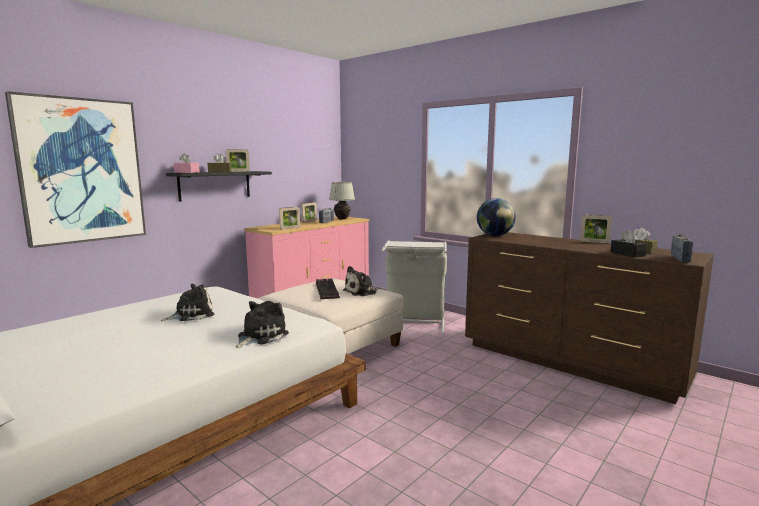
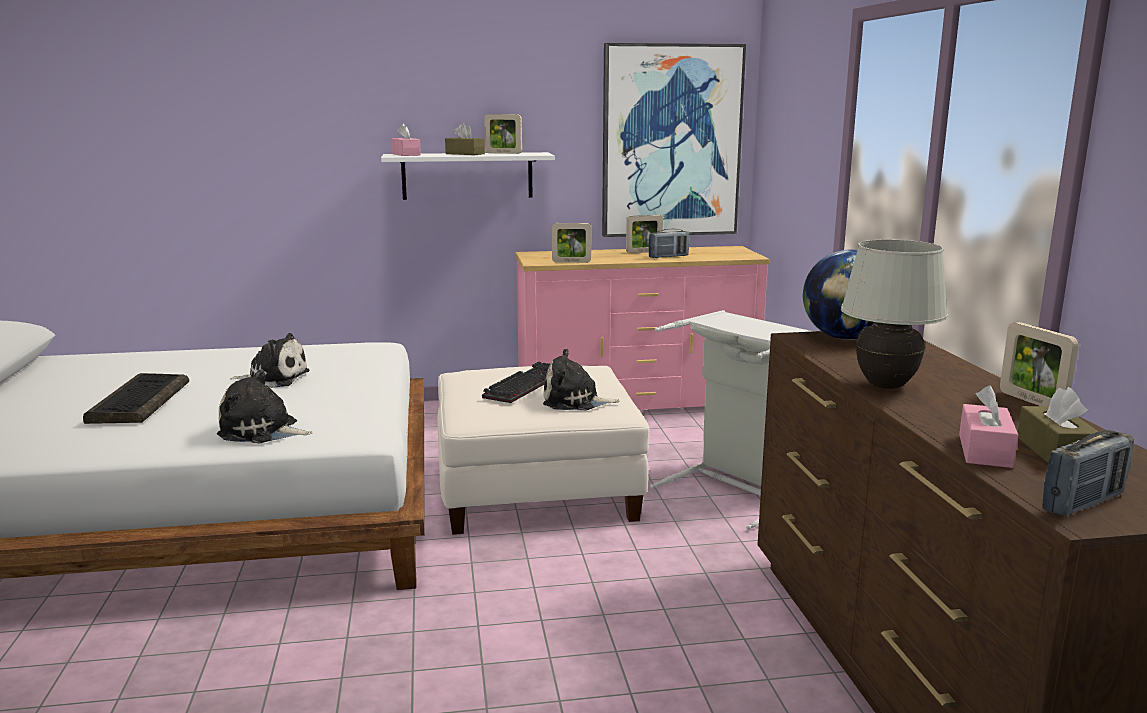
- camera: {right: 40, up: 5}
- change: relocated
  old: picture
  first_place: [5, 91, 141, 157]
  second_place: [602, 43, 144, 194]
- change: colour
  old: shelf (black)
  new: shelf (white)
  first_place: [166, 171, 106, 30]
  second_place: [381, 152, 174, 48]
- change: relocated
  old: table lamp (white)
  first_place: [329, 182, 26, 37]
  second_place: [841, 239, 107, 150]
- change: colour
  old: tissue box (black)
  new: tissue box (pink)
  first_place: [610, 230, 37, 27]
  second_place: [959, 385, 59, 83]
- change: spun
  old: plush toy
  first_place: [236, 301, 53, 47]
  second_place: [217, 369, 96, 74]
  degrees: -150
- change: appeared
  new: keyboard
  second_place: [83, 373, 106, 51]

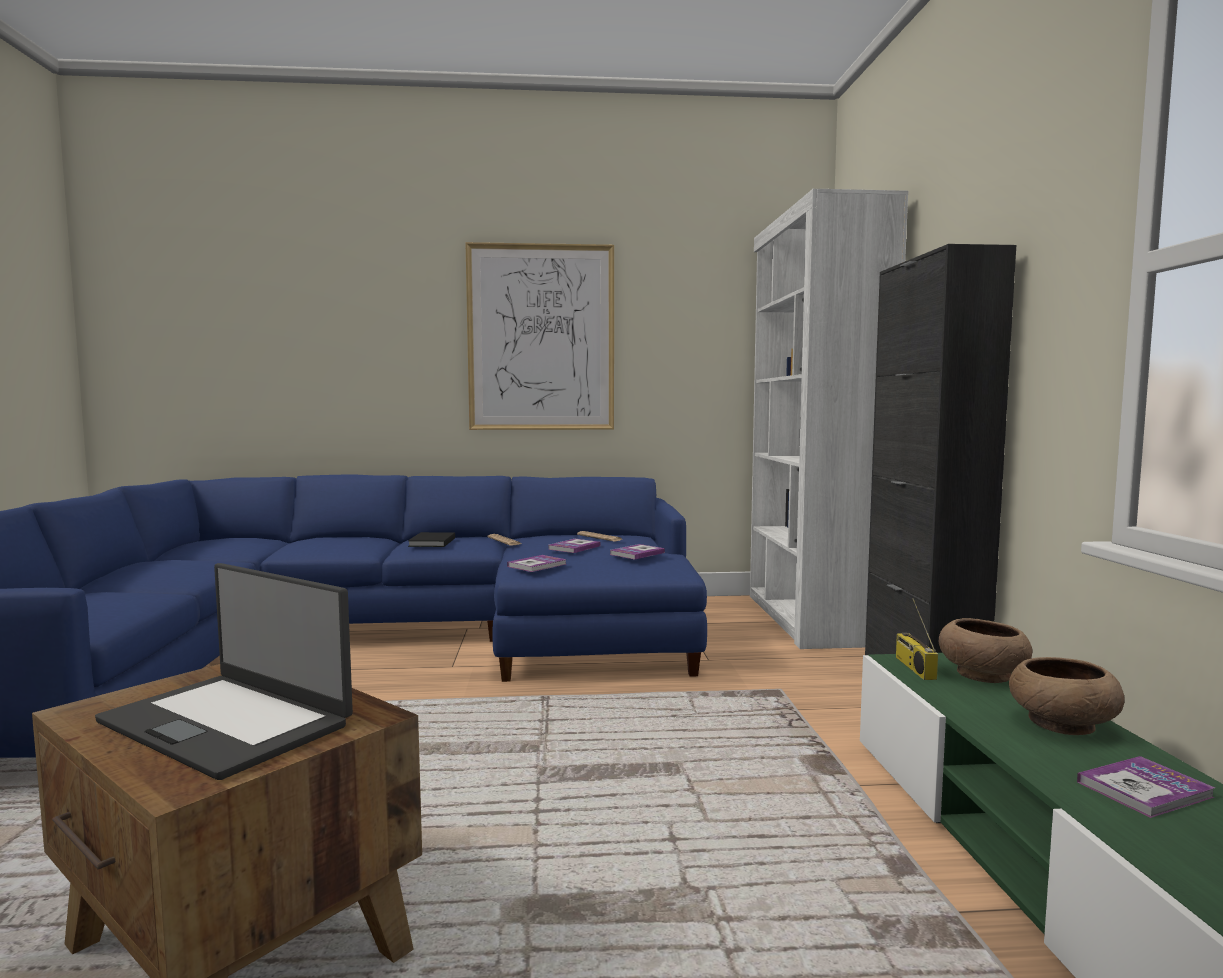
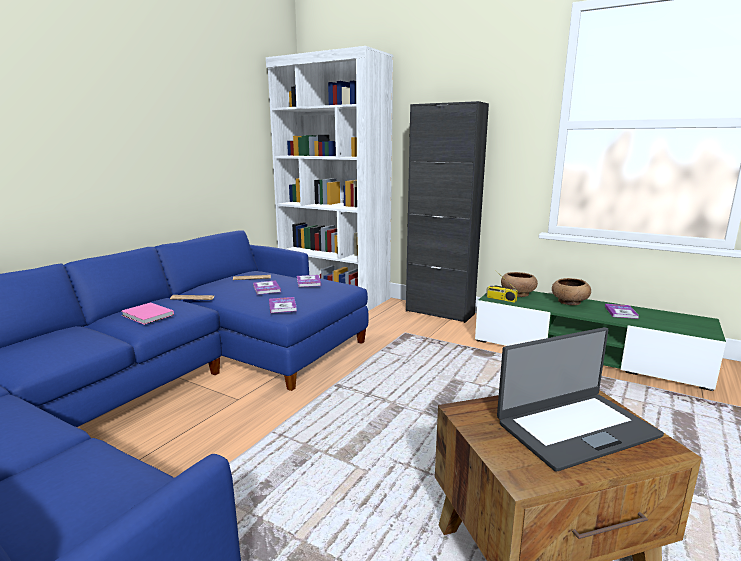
- camera: {right: -55, up: 10}
- change: missing
  old: picture
  first_place: [465, 242, 149, 188]
- change: colour
  old: book (black)
  new: book (pink)
  first_place: [408, 532, 47, 15]
  second_place: [122, 302, 52, 23]

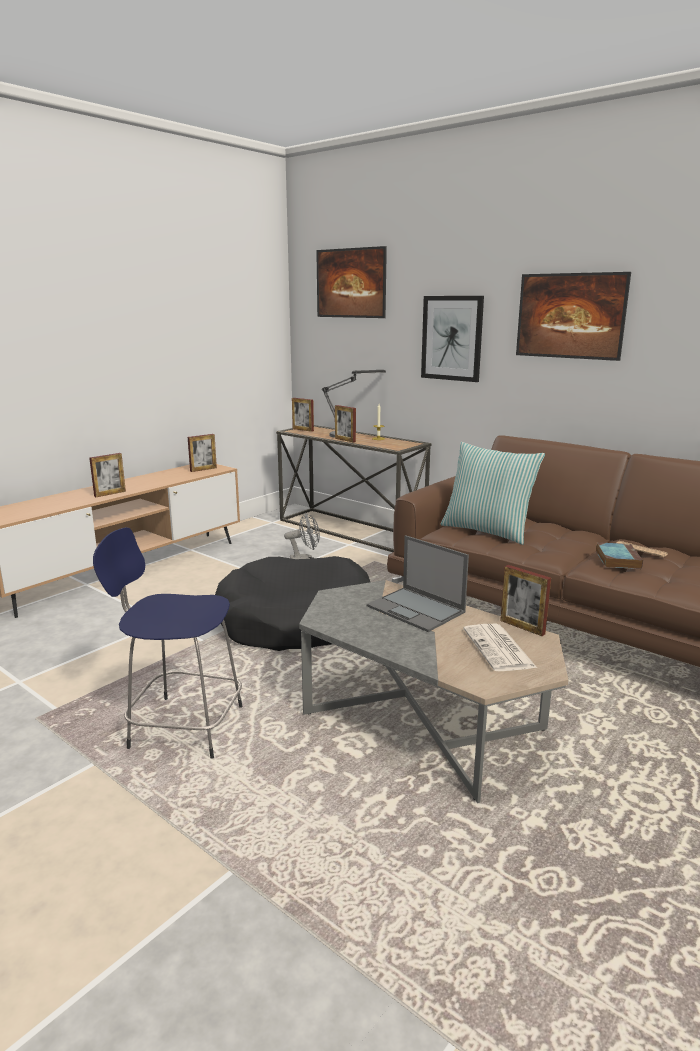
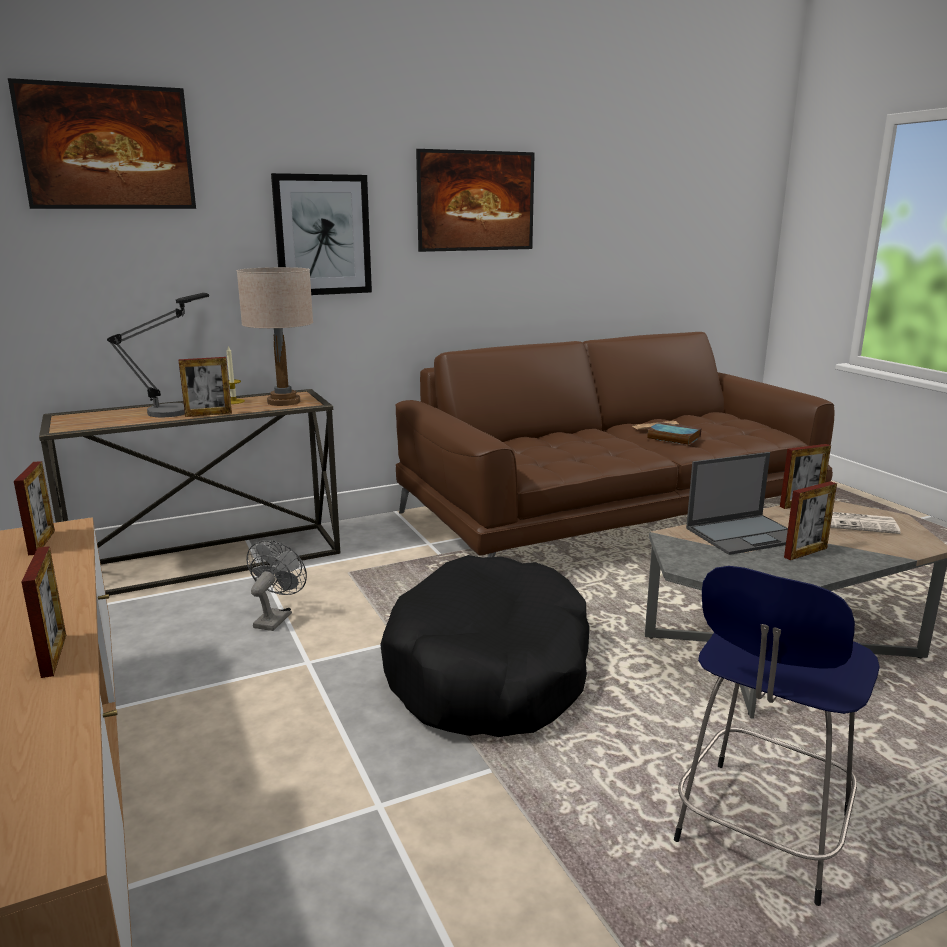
- camera: {right: -65, up: 0}
- change: relocated
  old: picture frame
  first_place: [292, 398, 22, 34]
  second_place: [784, 481, 53, 79]
- change: missing
  old: pillow
  first_place: [441, 442, 104, 103]
- change: appeared
  new: table lamp (beige)
  second_place: [237, 267, 76, 139]

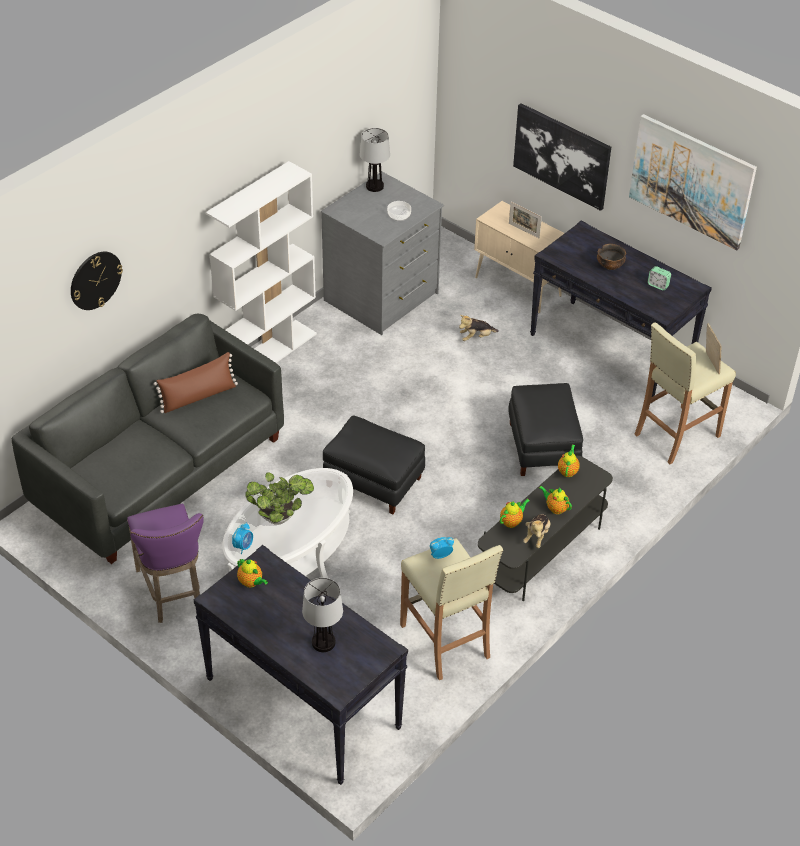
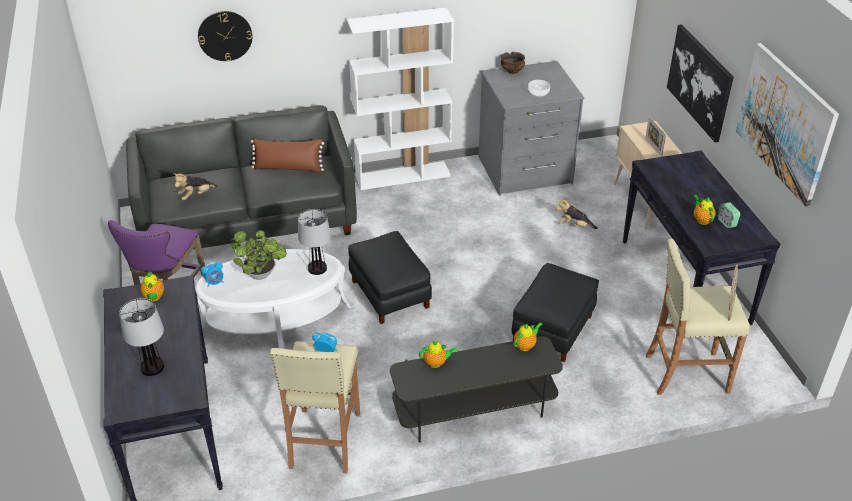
- camera: {right: 35, up: -5}
- change: relocated
  old: table lamp
  first_place: [360, 128, 30, 64]
  second_place: [298, 209, 33, 66]
- change: relocated
  old: bowl
  first_place: [597, 244, 29, 26]
  second_place: [501, 52, 24, 22]
- change: relocated
  old: teapot
  first_place: [539, 486, 33, 28]
  second_place: [694, 195, 22, 30]
- change: relocated
  old: plush toy
  first_place: [523, 514, 27, 34]
  second_place: [173, 173, 45, 27]

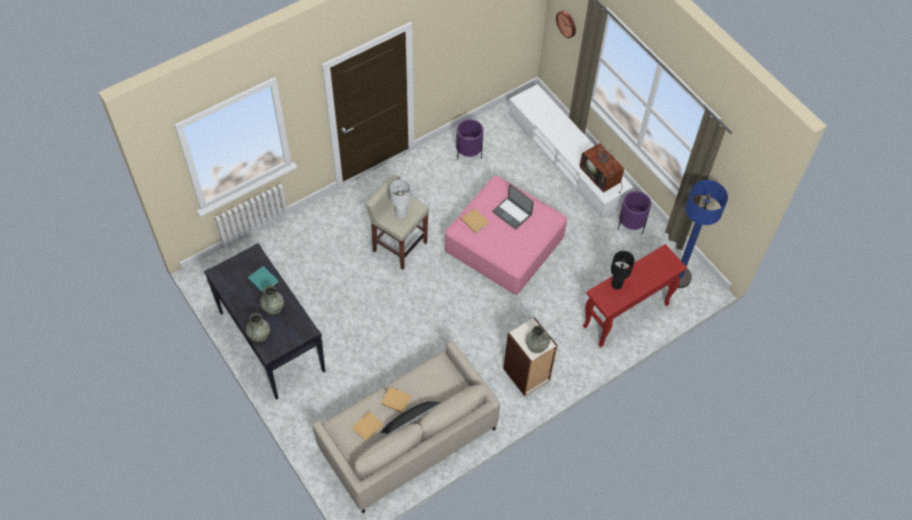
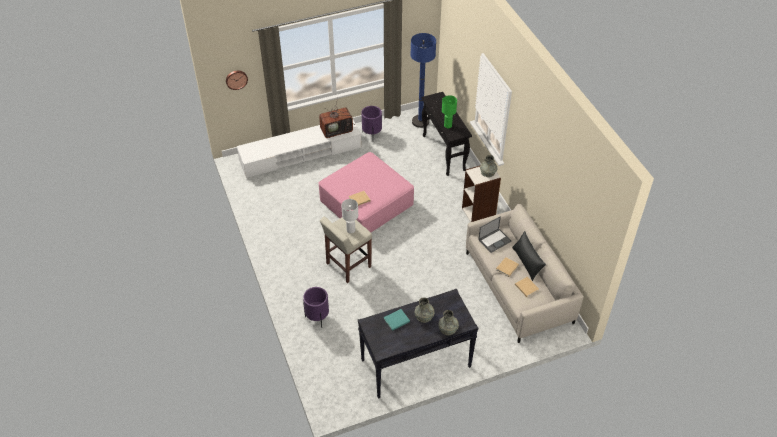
- camera: {right: -75, up: -10}
- change: relocated
  old: planter (purple)
  first_place: [456, 119, 28, 41]
  second_place: [303, 287, 26, 41]
- change: relocated
  old: laptop
  first_place: [492, 184, 42, 46]
  second_place: [478, 216, 34, 37]
- change: colour
  old: console table (red)
  new: console table (black)
  first_place: [583, 244, 104, 103]
  second_place: [421, 92, 51, 84]
- change: colour
  old: table lamp (black)
  new: table lamp (green)
  first_place: [611, 251, 24, 38]
  second_place: [442, 95, 15, 33]

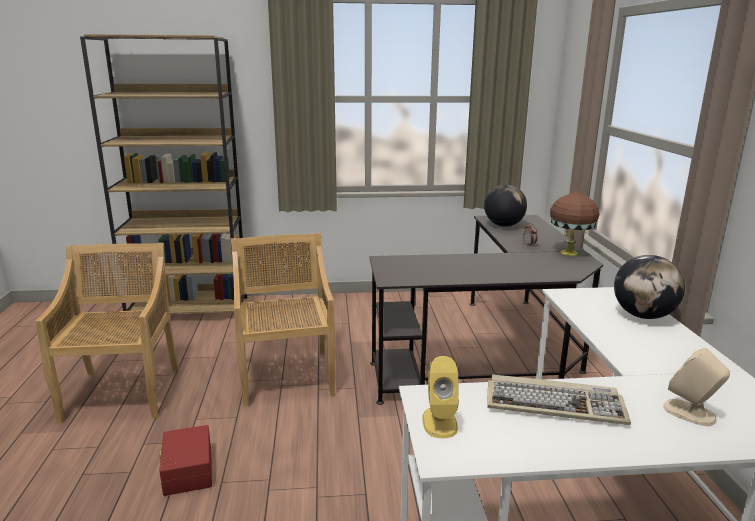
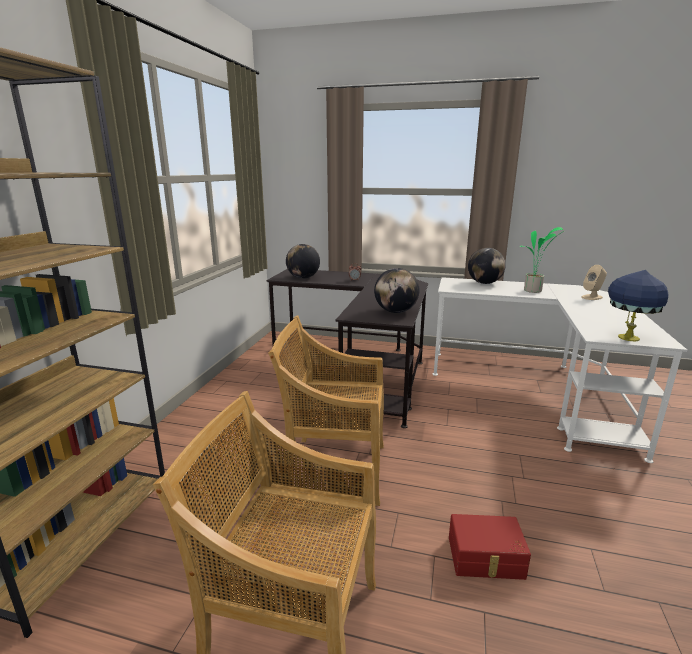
- camera: {right: -70, up: 0}
- change: missing
  old: table lamp (brown)
  first_place: [550, 191, 50, 65]
- change: exchanged
  old: speaker (yellow)
  new: table lamp (blue)
  first_place: [422, 356, 37, 82]
  second_place: [608, 270, 60, 71]
- change: missing
  old: keyboard
  first_place: [487, 375, 144, 50]
- change: appeared
  new: potted plant
  second_place: [519, 227, 45, 66]
- change: appeared
  new: globe
  second_place: [374, 268, 46, 45]

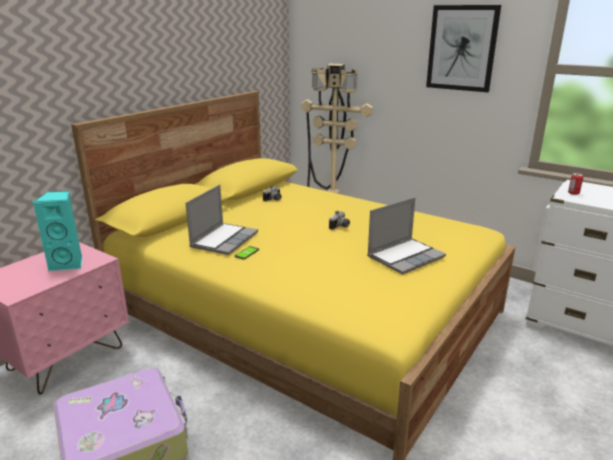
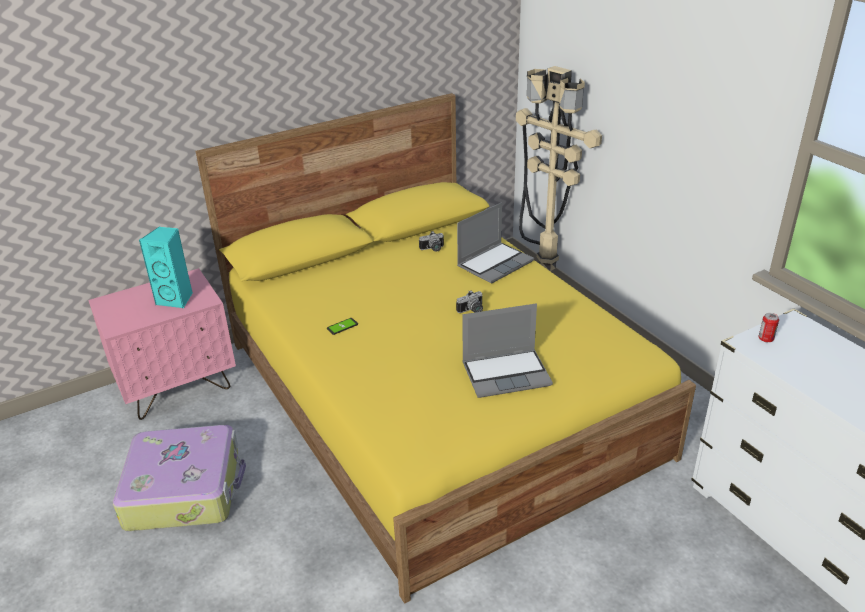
- camera: {right: 25, up: 10}
- change: missing
  old: picture
  first_place: [426, 5, 75, 87]
- change: relocated
  old: laptop
  first_place: [186, 185, 72, 70]
  second_place: [457, 202, 77, 82]

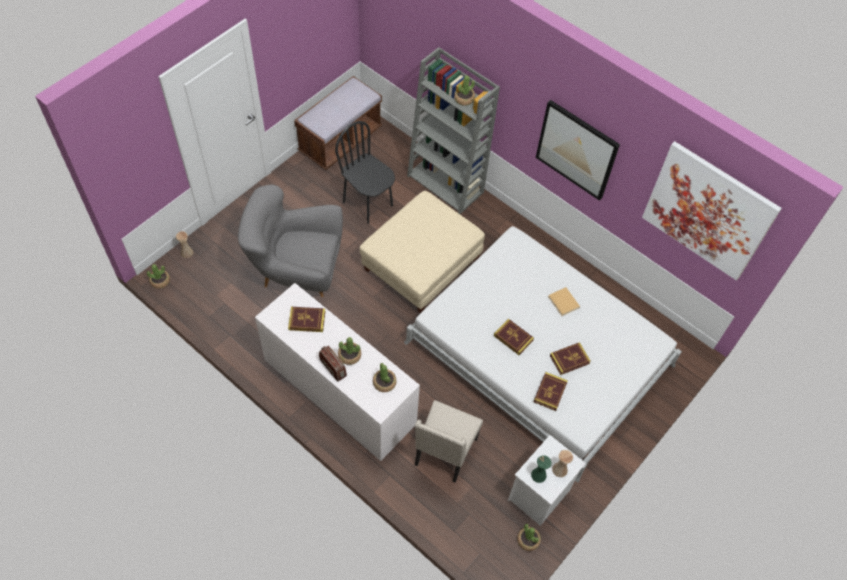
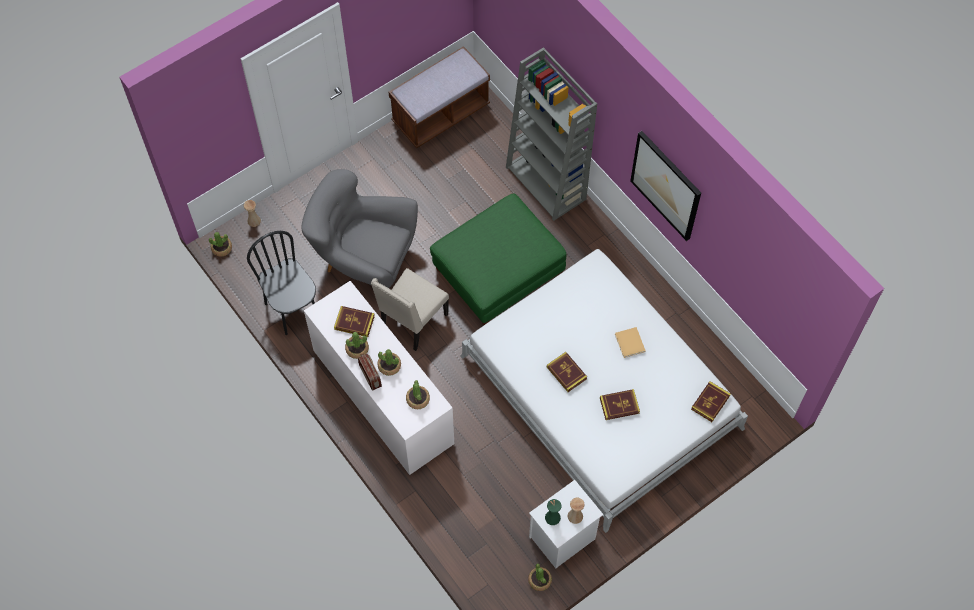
- camera: {right: 15, up: 5}
- change: relocated
  old: potted plant
  first_place: [454, 75, 21, 31]
  second_place: [345, 332, 24, 27]
- change: relocated
  old: chair (black)
  first_place: [335, 121, 60, 103]
  second_place: [247, 231, 69, 104]
- change: missing
  old: picture
  first_place: [642, 141, 140, 140]
- change: colour
  old: ottoman (beige)
  new: ottoman (green)
  first_place: [360, 191, 125, 122]
  second_place: [430, 193, 136, 132]
- change: relocated
  old: book
  first_place: [534, 372, 34, 39]
  second_place: [691, 381, 40, 41]
- change: relocated
  old: chair (beige)
  first_place: [415, 400, 68, 83]
  second_place: [371, 268, 78, 83]

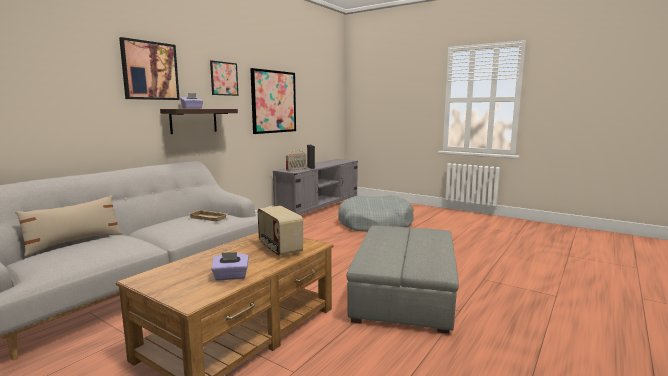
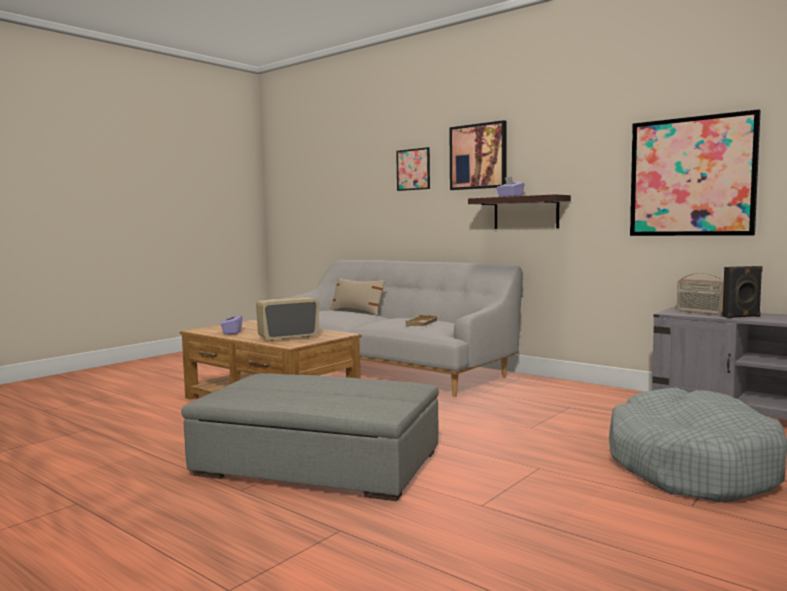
- camera: {right: 95, up: -5}
- change: relocated
  old: picture
  first_place: [210, 60, 28, 36]
  second_place: [396, 147, 34, 44]

